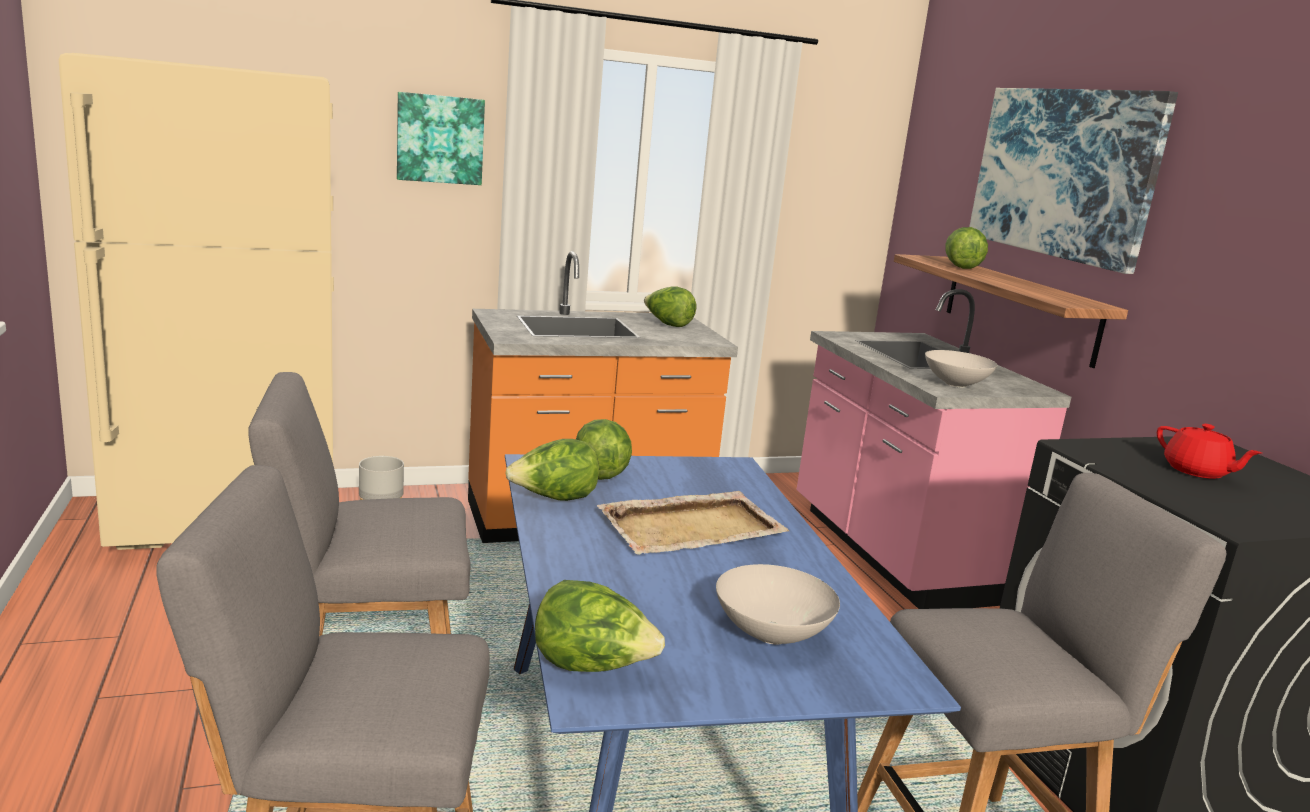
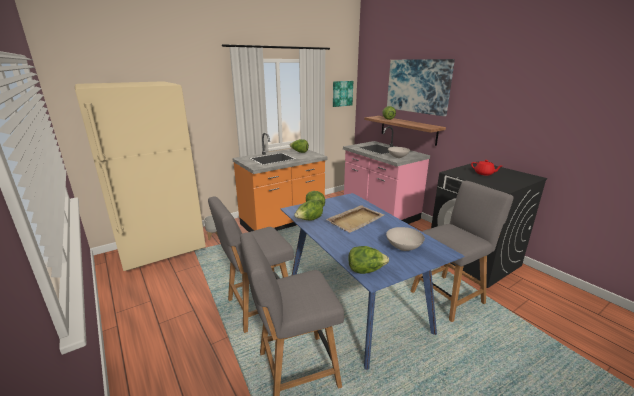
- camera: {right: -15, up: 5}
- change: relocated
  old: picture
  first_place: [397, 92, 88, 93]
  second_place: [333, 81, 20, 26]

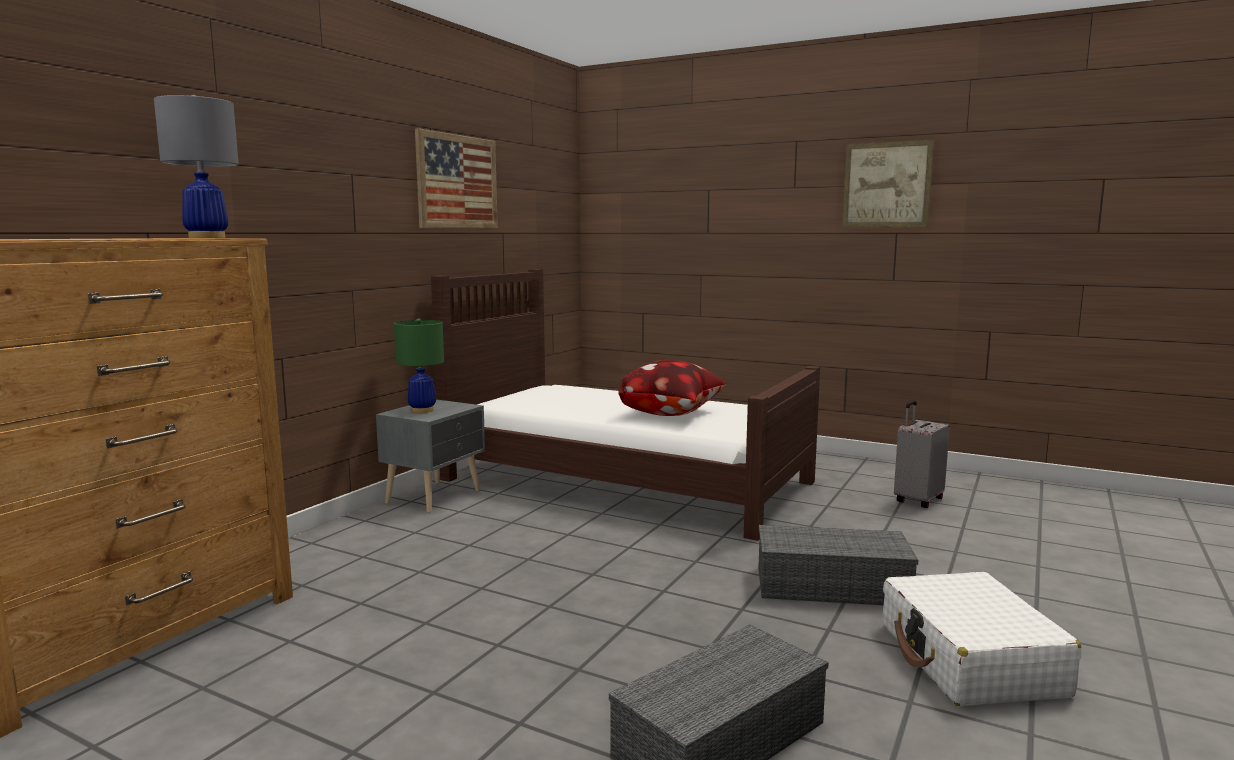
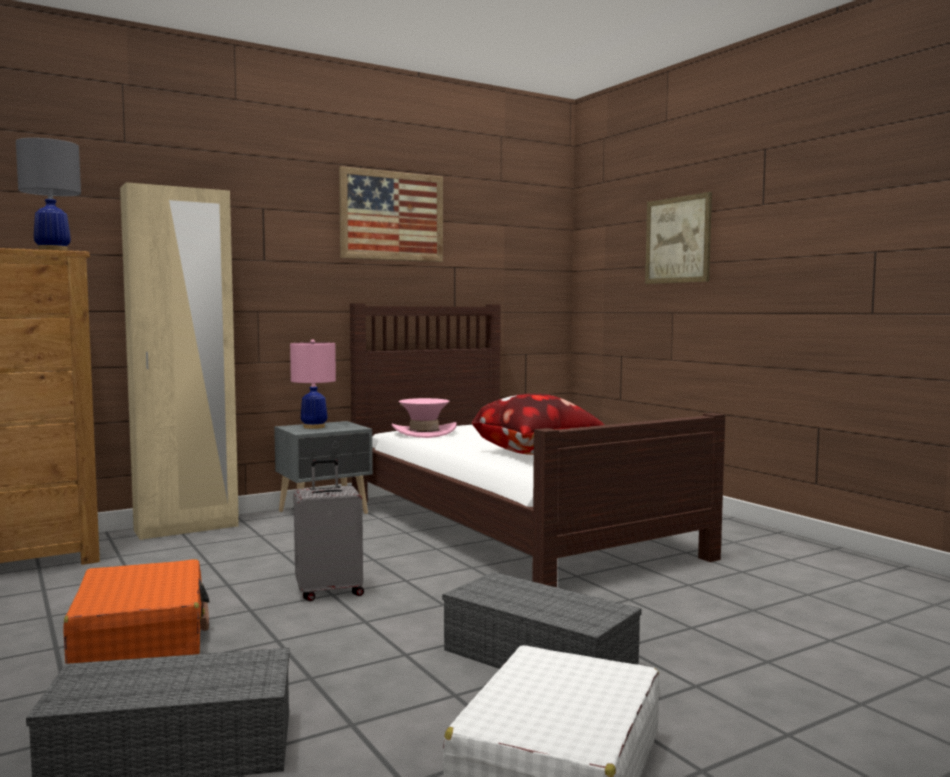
- camera: {right: 30, up: -5}
- change: relocated
  old: picture
  first_place: [842, 140, 92, 87]
  second_place: [645, 192, 67, 92]
- change: colour
  old: table lamp (green)
  new: table lamp (pink)
  first_place: [394, 318, 50, 95]
  second_place: [290, 339, 46, 90]
- change: relocated
  old: suitcase (grey)
  first_place: [894, 401, 56, 107]
  second_place: [293, 459, 71, 142]
- change: appeared
  new: wardrobe (beige)
  second_place: [120, 182, 119, 358]
- change: appeared
  new: hat (pink)
  second_place: [392, 398, 65, 40]
- change: appeared
  new: suitcase (orange)
  second_place: [64, 559, 146, 105]

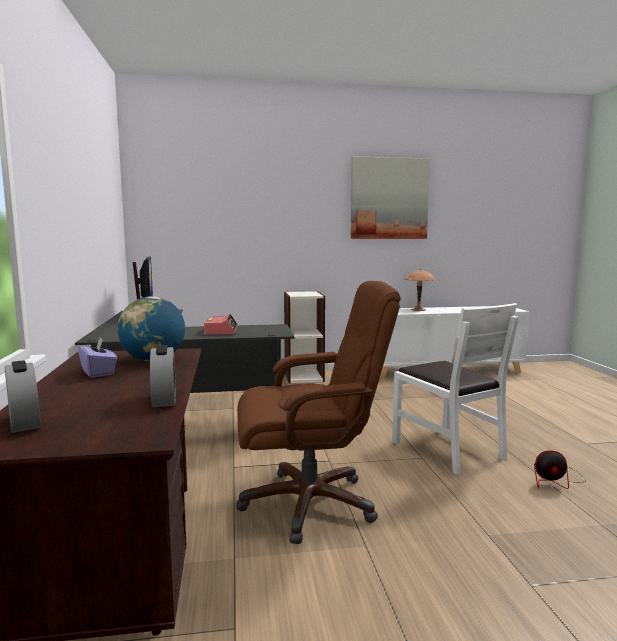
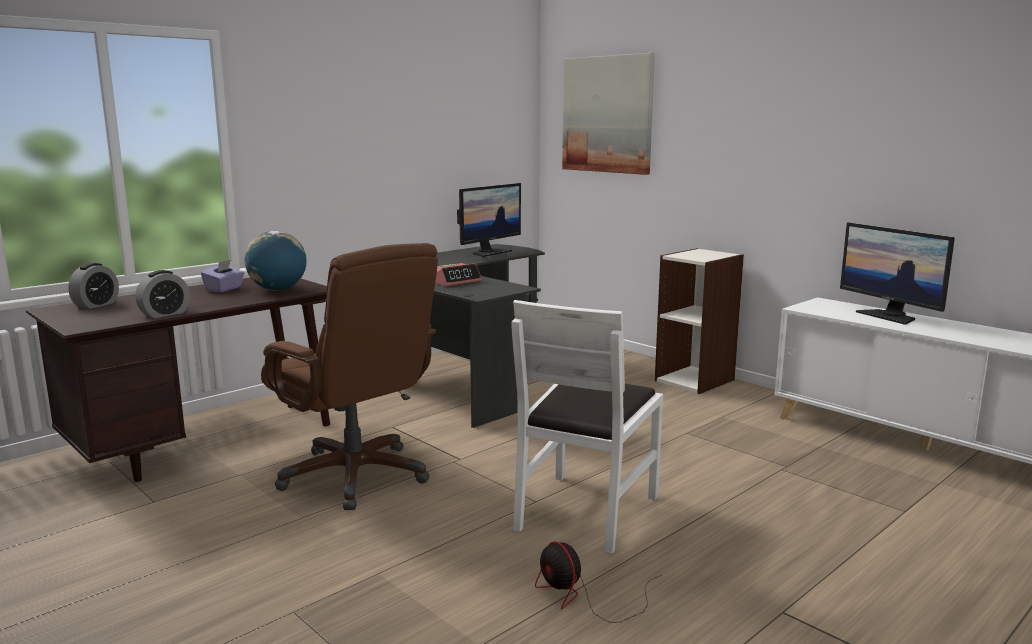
- camera: {right: 55, up: 5}
- change: relocated
  old: picture
  first_place: [351, 157, 79, 82]
  second_place: [562, 53, 93, 122]
- change: exchanged
  old: table lamp (brown)
  new: monitor
  first_place: [404, 269, 32, 42]
  second_place: [840, 222, 115, 103]

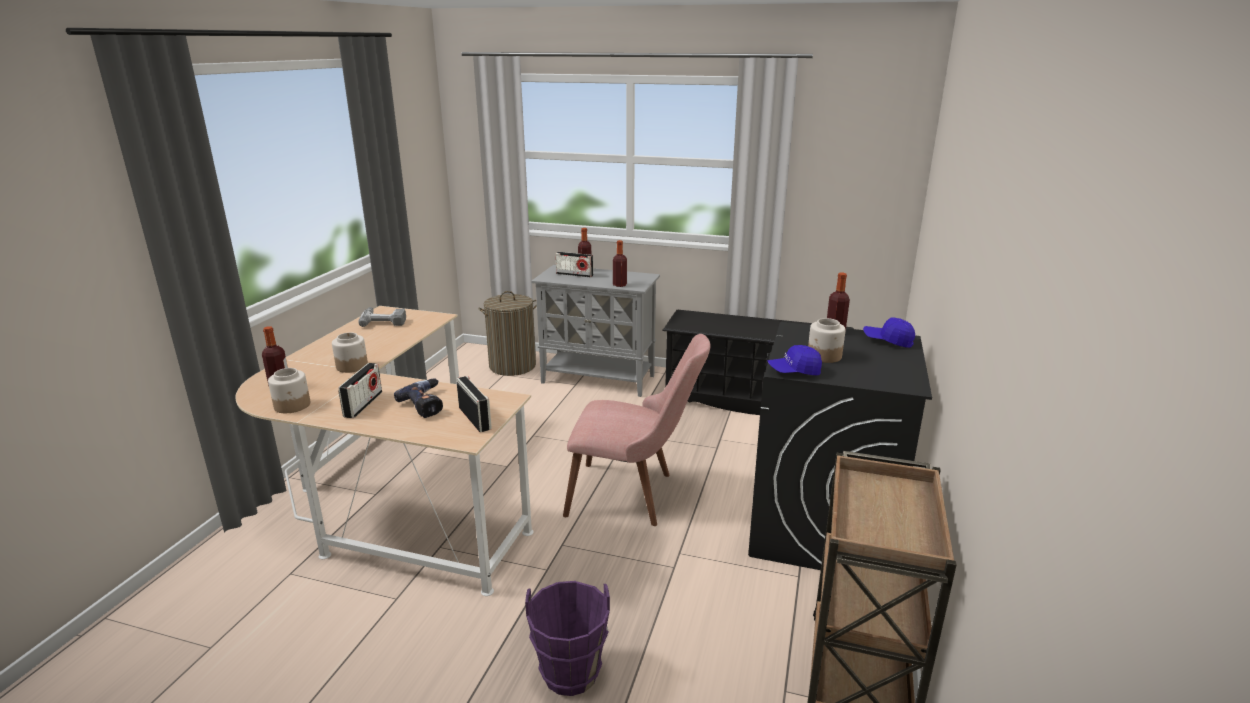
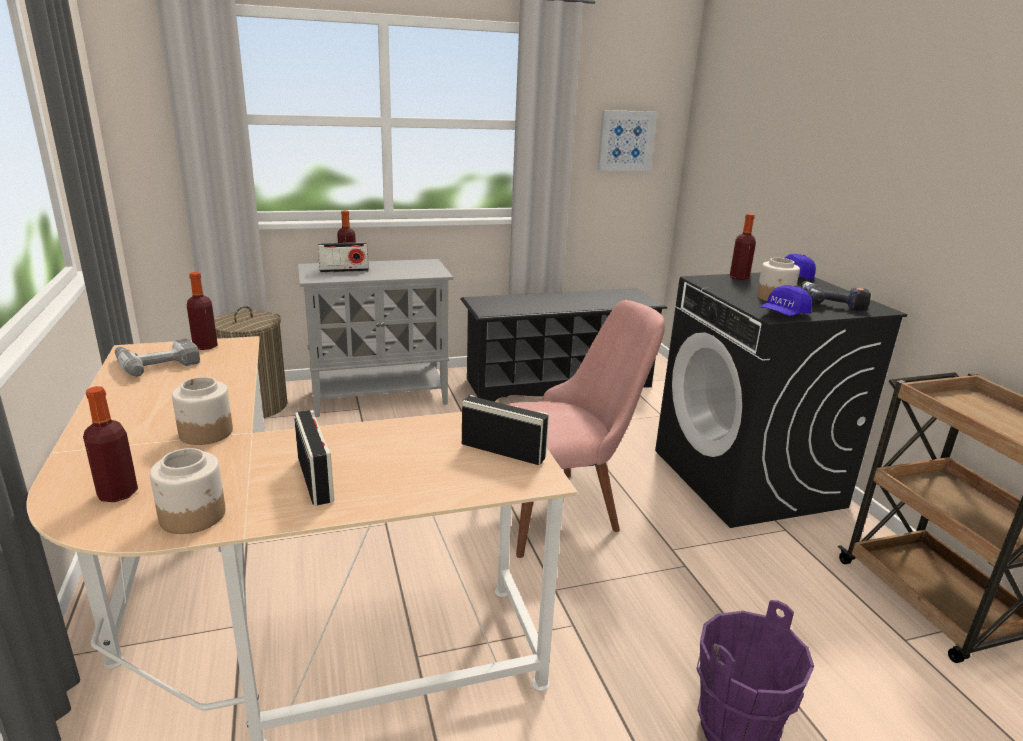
- camera: {right: -35, up: 0}
- change: relocated
  old: bottle
  first_place: [613, 240, 14, 47]
  second_place: [187, 272, 31, 78]
- change: relocated
  old: power drill
  first_place: [394, 379, 49, 39]
  second_place: [801, 281, 70, 30]
- change: appeared
  new: picture
  second_place: [597, 110, 60, 61]

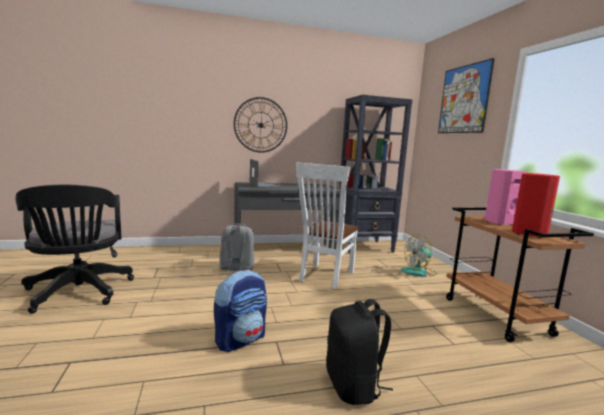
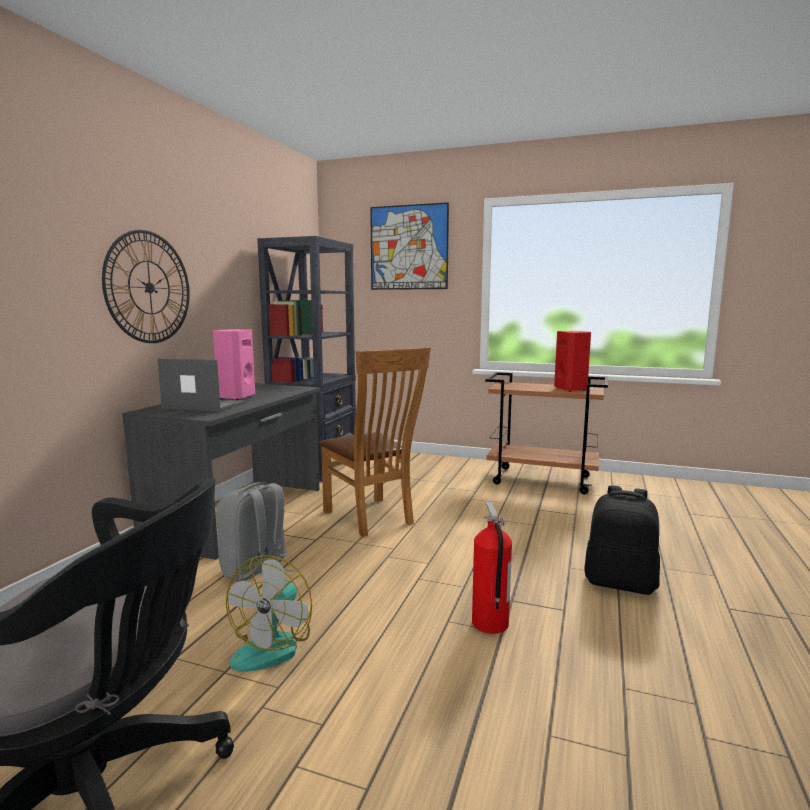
- camera: {right: -55, up: 0}
- change: colour
  old: chair (white)
  new: chair (brown)
  first_place: [296, 162, 63, 127]
  second_place: [319, 347, 112, 190]
- change: relocated
  old: speaker (pink)
  first_place: [485, 169, 43, 56]
  second_place: [213, 329, 42, 71]
- change: relocated
  old: fan
  first_place: [401, 234, 36, 43]
  second_place: [226, 555, 86, 117]
- change: exchanged
  old: backpack
  new: fire extinguisher
  first_place: [214, 270, 53, 82]
  second_place: [472, 501, 40, 133]

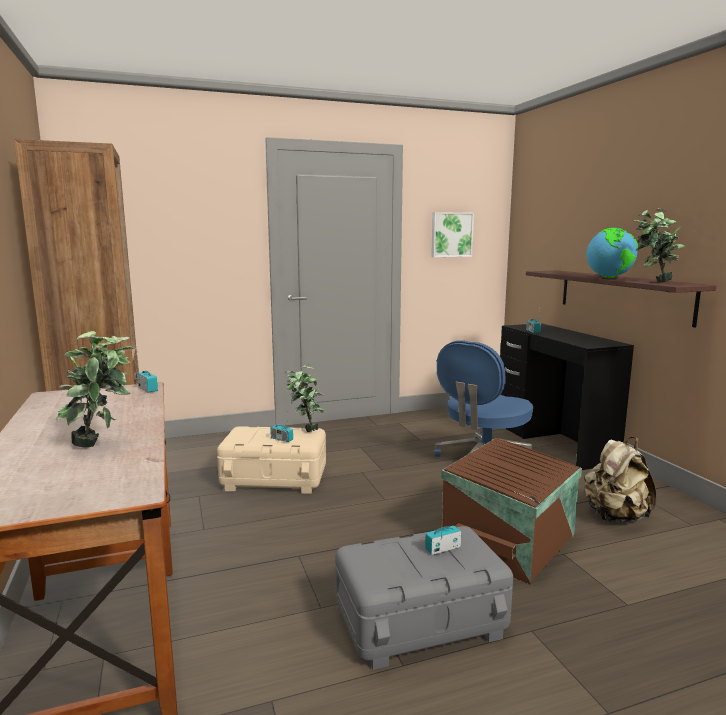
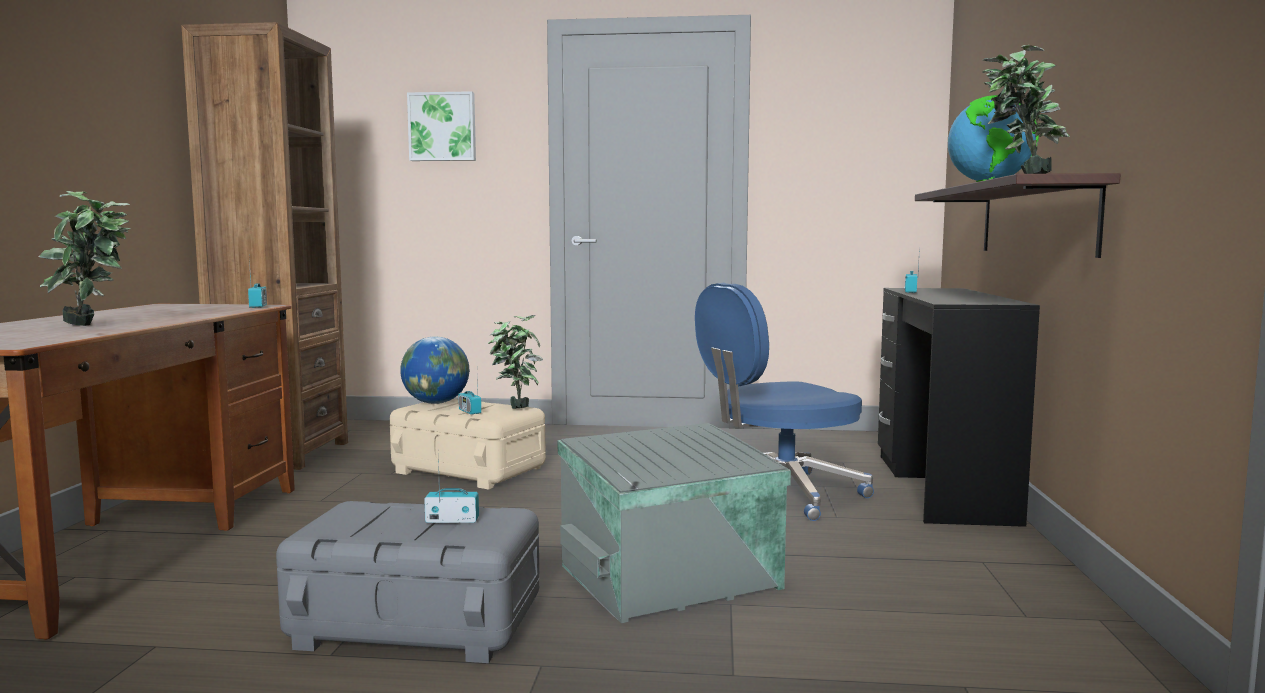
- camera: {right: 25, up: -5}
- change: relocated
  old: picture
  first_place: [431, 212, 43, 45]
  second_place: [407, 91, 69, 70]
- change: missing
  old: backpack (beige)
  first_place: [584, 437, 73, 85]
- change: colour
  old: storage box (brown)
  new: storage box (grey)
  first_place: [441, 438, 141, 147]
  second_place: [558, 423, 233, 200]
- change: appeared
  new: globe
  second_place: [400, 336, 69, 68]

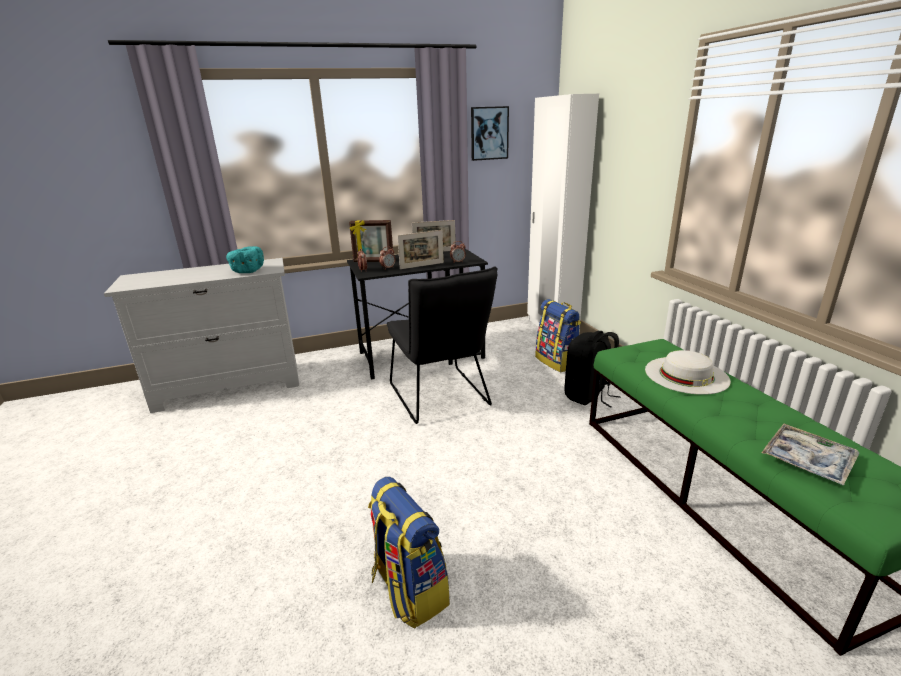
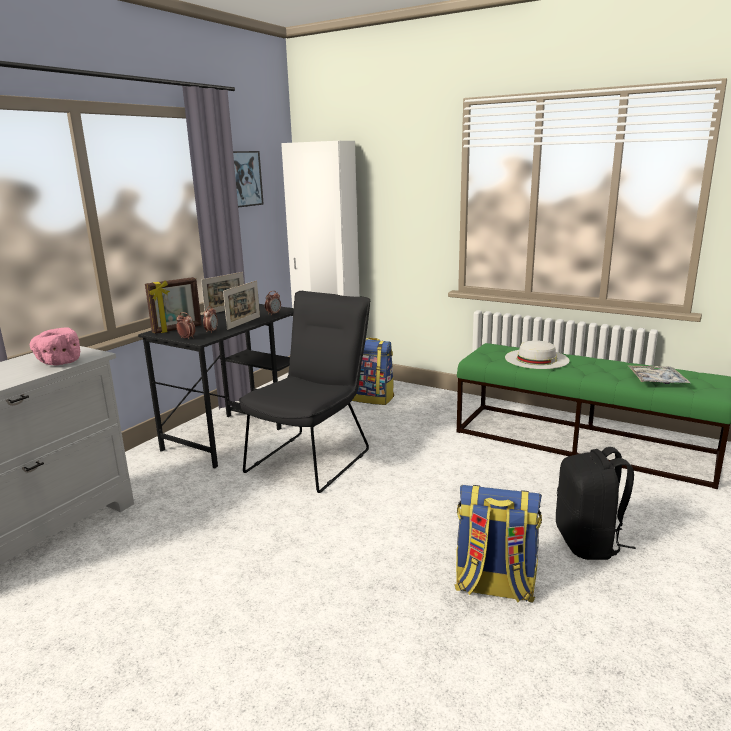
- camera: {right: -40, up: -5}
- change: colour
  old: bowl (turquoise)
  new: bowl (pink)
  first_place: [226, 246, 38, 27]
  second_place: [30, 327, 50, 38]
- change: spun
  old: chair (black)
  first_place: [387, 267, 110, 157]
  second_place: [239, 291, 131, 202]
  degrees: -90
- change: relocated
  old: backpack (black)
  first_place: [565, 331, 56, 77]
  second_place: [556, 447, 80, 113]

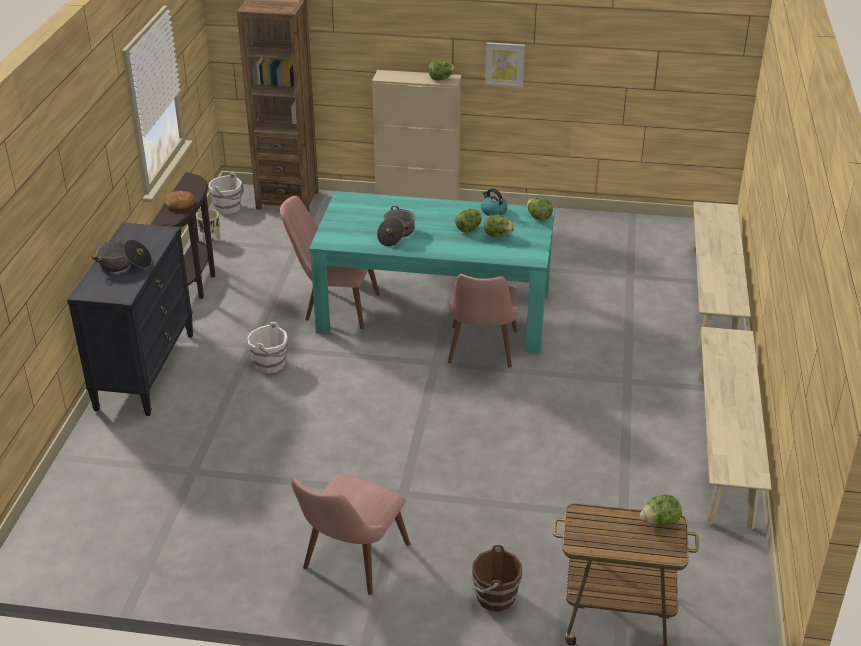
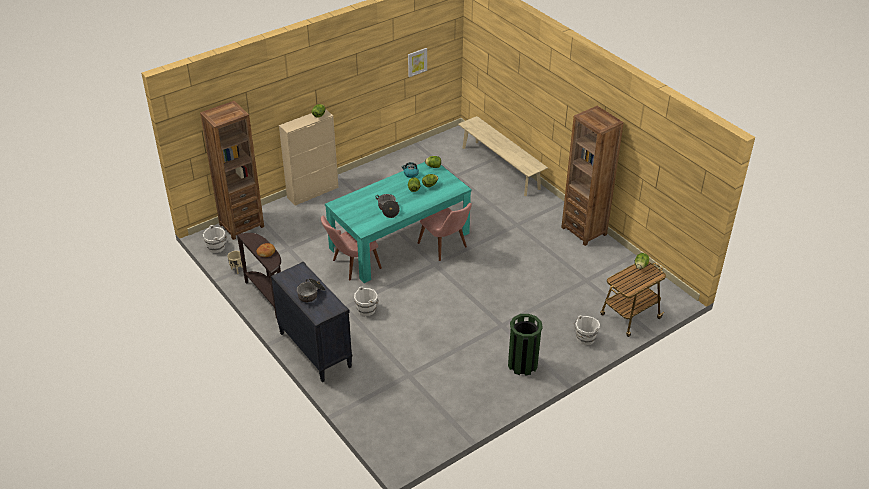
- camera: {right: -45, up: 5}
- change: relocated
  old: picture
  first_place: [485, 42, 40, 45]
  second_place: [408, 48, 19, 29]
- change: exchanged
  old: bench (beige)
  new: bookcase (brown)
  first_place: [698, 327, 74, 203]
  second_place: [561, 106, 63, 140]
- change: exchanged
  old: chair (pink)
  new: trash can (green)
  first_place: [291, 474, 119, 121]
  second_place: [508, 314, 35, 62]
- change: colour
  old: bucket (brown)
  new: bucket (white)
  first_place: [470, 545, 52, 67]
  second_place: [574, 315, 26, 30]

